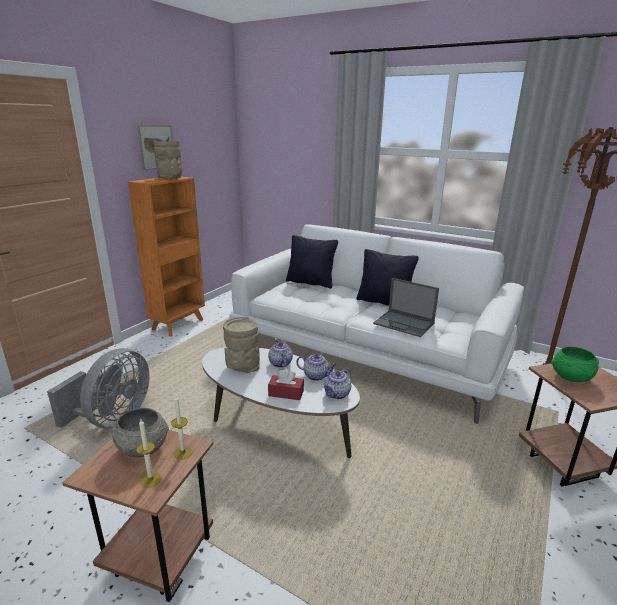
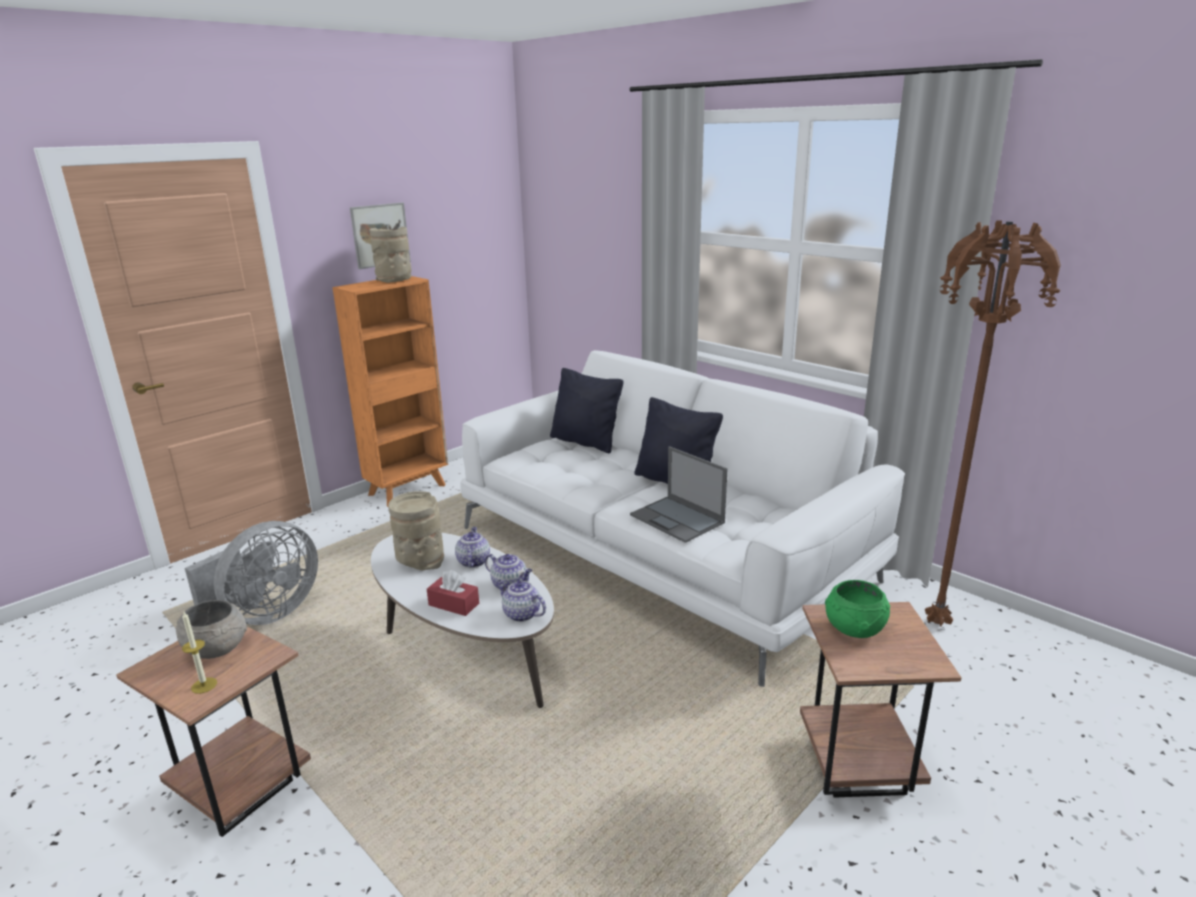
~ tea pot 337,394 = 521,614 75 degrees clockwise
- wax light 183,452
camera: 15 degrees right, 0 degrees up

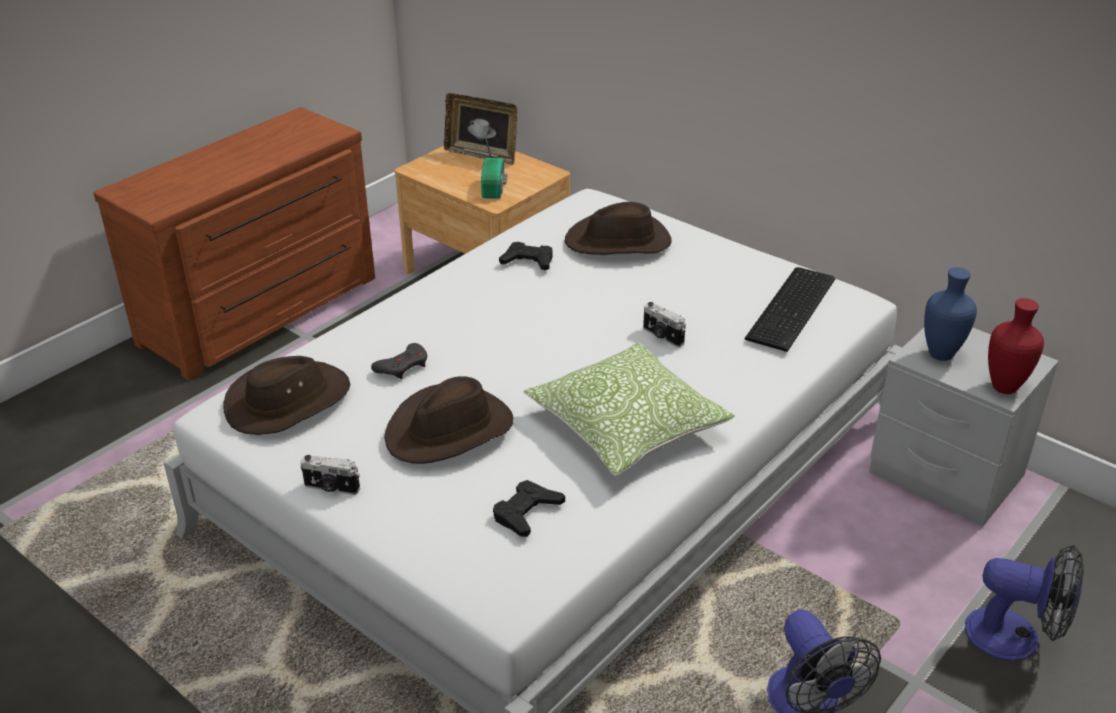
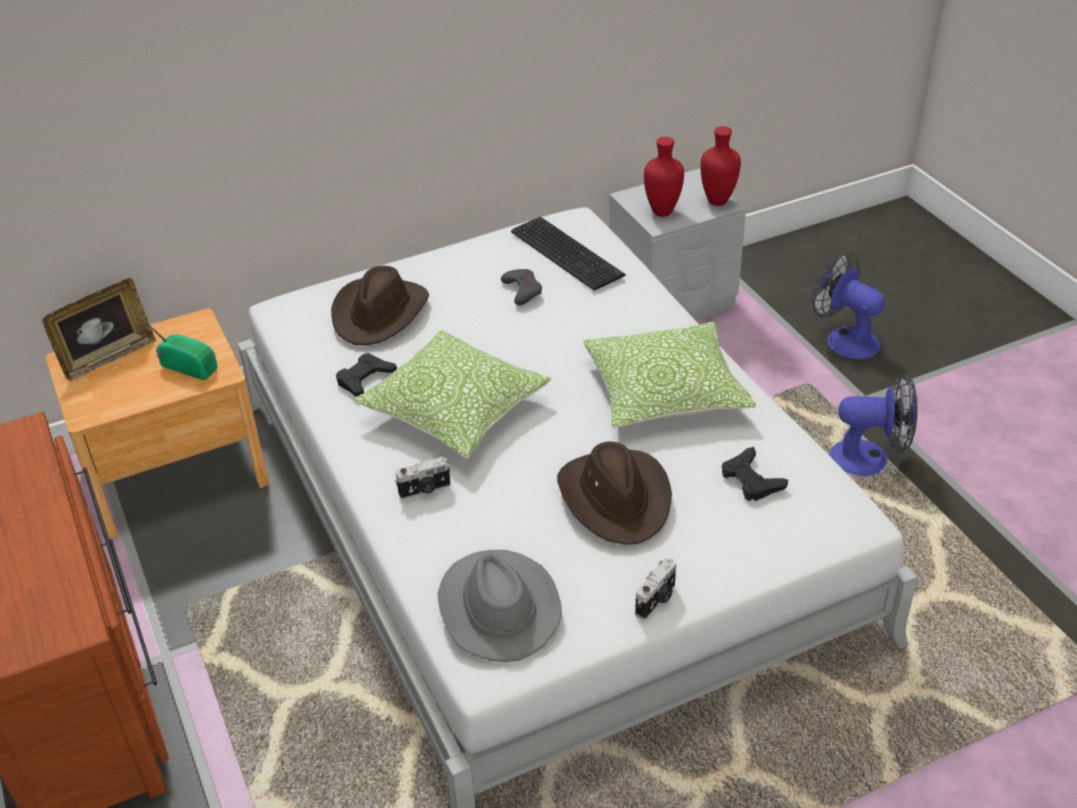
+ throw pillow 455,410
~ still camera 662,336 to 425,490
~ hat (brownish) 288,402 to hat (gray) 497,608
~ joypad (gray) 403,366 to 522,290
~ decorative vase (blue-coloured) 940,356 to decorative vase (red) 663,212
~ cooling fan 1015,638 = 844,339 90 degrees counterclockwise
camera: 65 degrees left, 5 degrees up

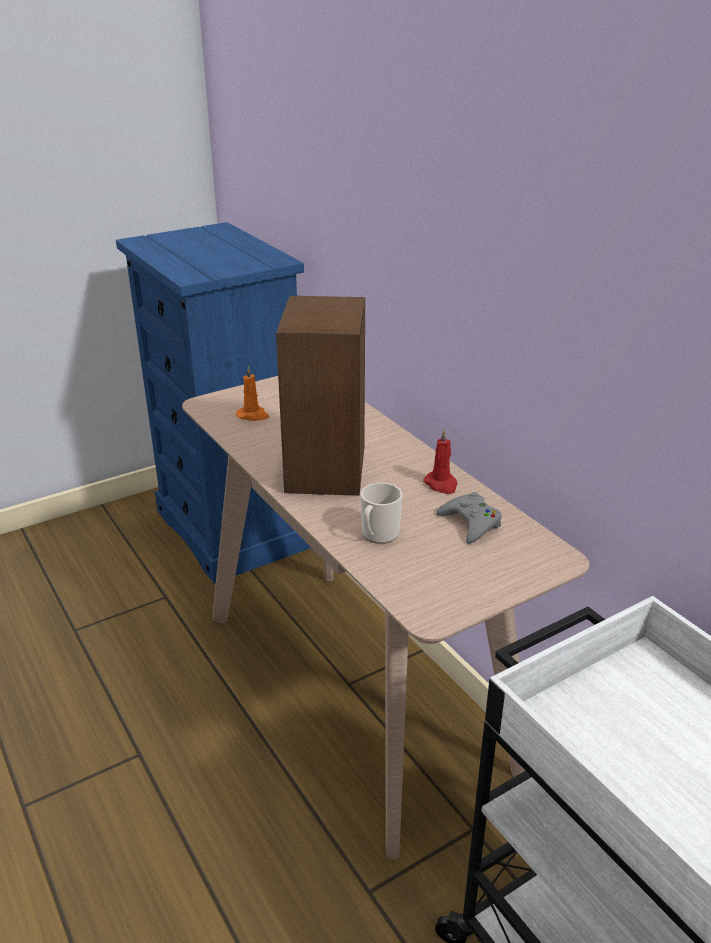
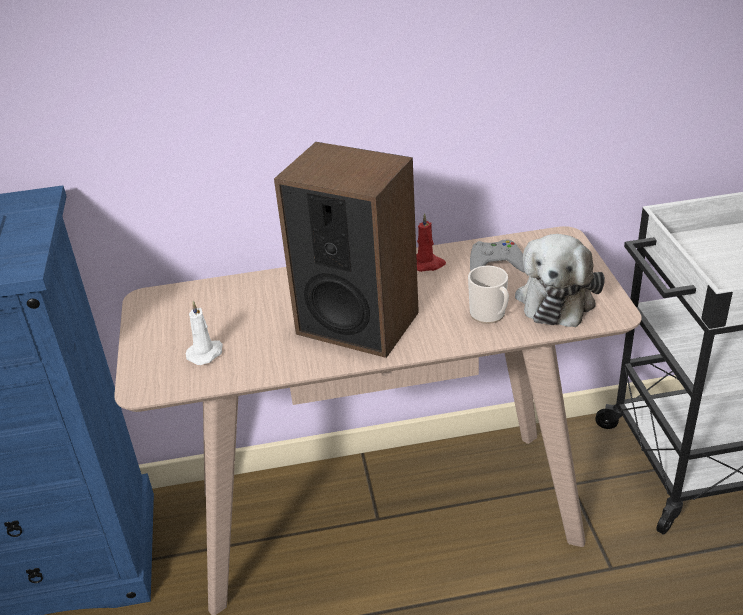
~ wax light (orange) 253,415 to wax light (whitish) 206,353
+ cuddly toy 556,298
camera: 65 degrees left, 5 degrees up

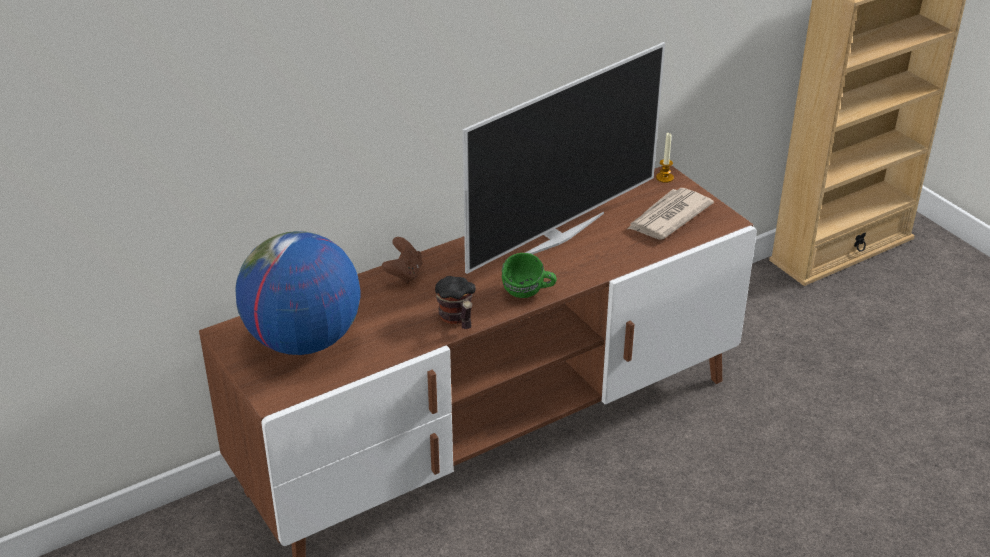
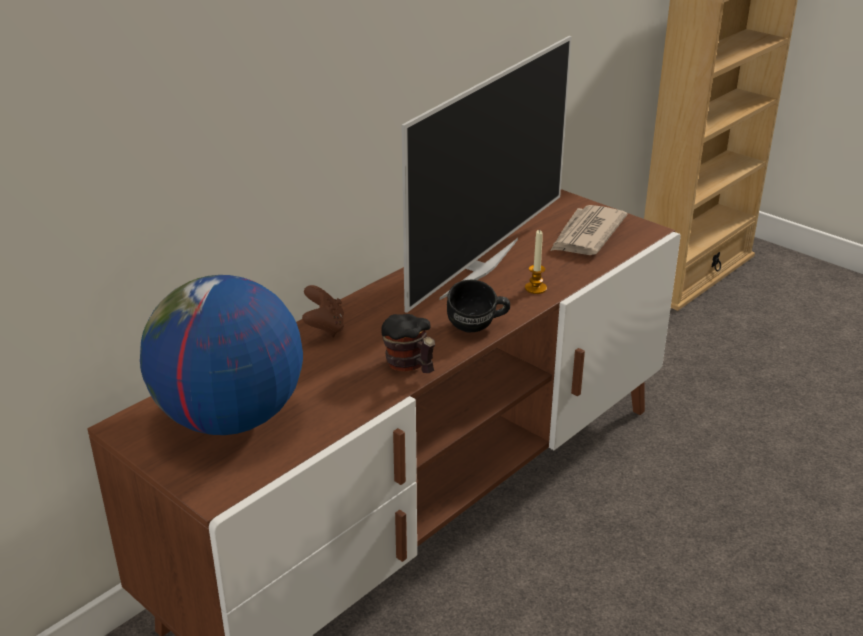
~ tea mug (green) 528,294 to tea mug (blackish) 478,328
~ wax light 664,178 to 535,288
camera: 15 degrees left, 5 degrees down

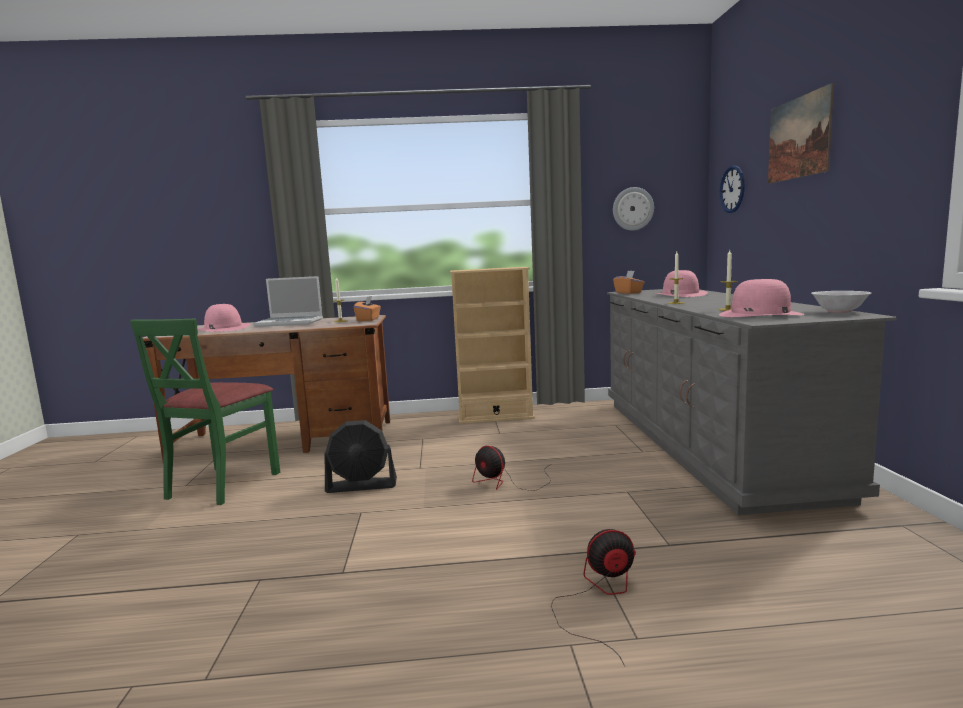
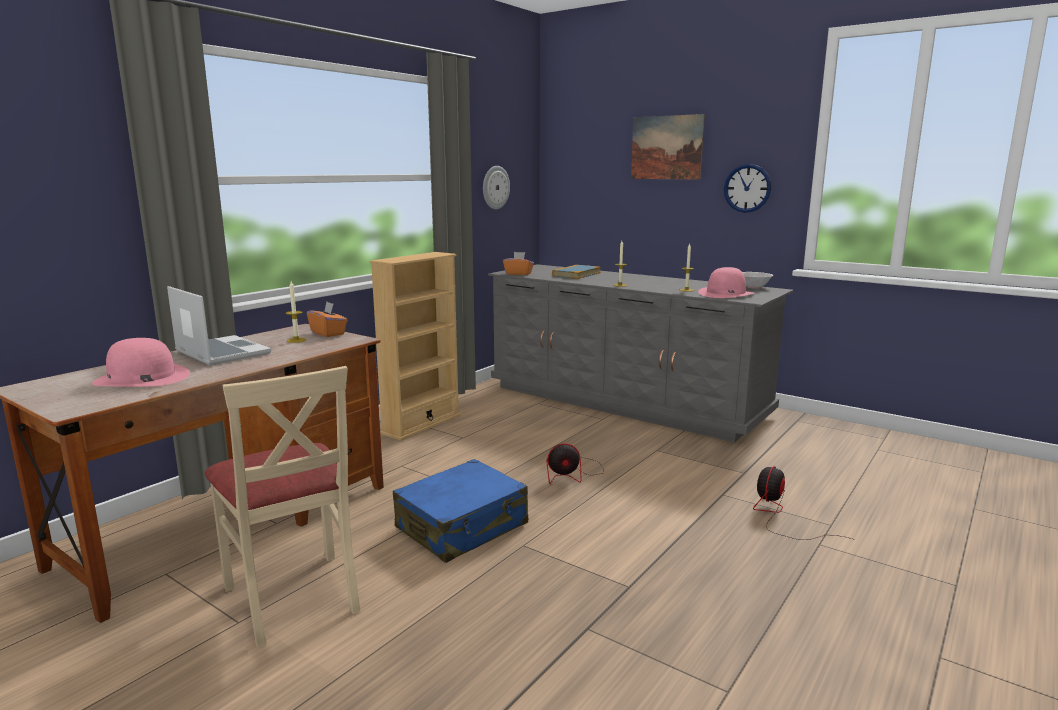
~ portable computer 290,322 = 220,352 90 degrees counterclockwise
~ chair (green) 222,484 to chair (beige-coloured) 293,597
~ cooling fan (blackish) 362,486 to travel case (blue-coloured) 462,526
~ hat (pink) 680,294 to book 576,274
~ hanging clock 732,189 to 747,188
camera: 50 degrees left, 5 degrees up

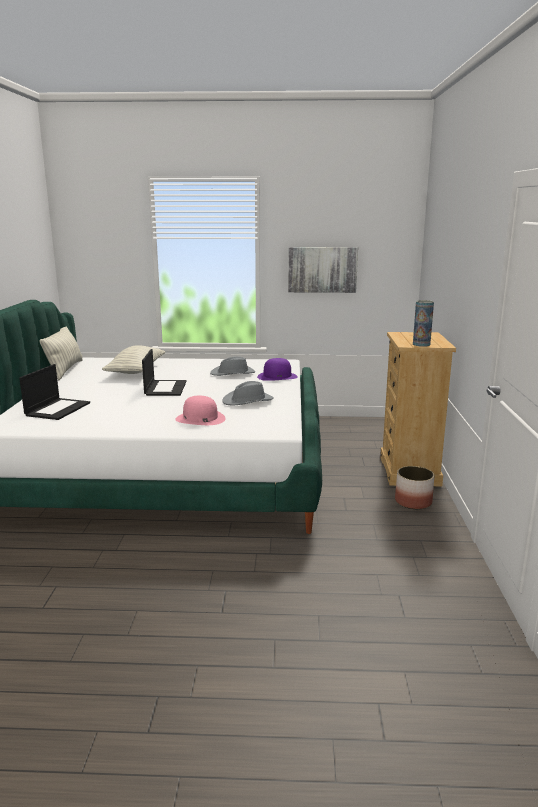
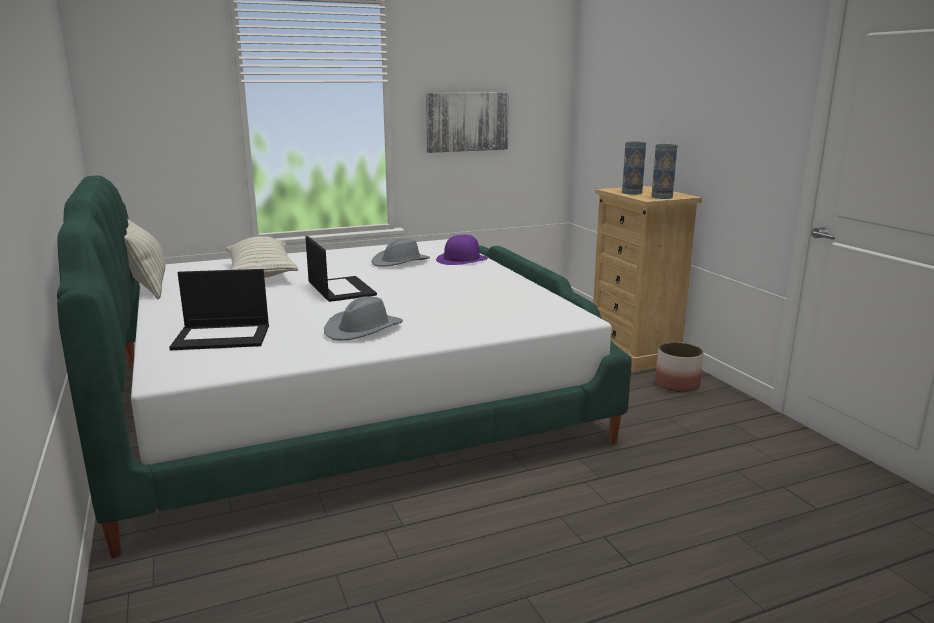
~ portable computer 58,409 = 223,337 90 degrees clockwise
~ hat (gray) 248,401 to 363,329
+ decorative vase 632,193
- hat (pink) 200,418
camera: 25 degrees left, 0 degrees up

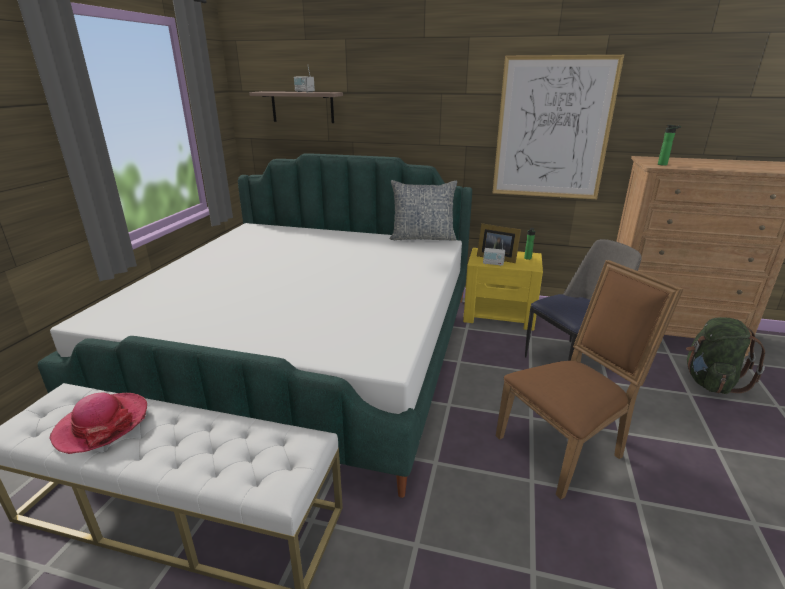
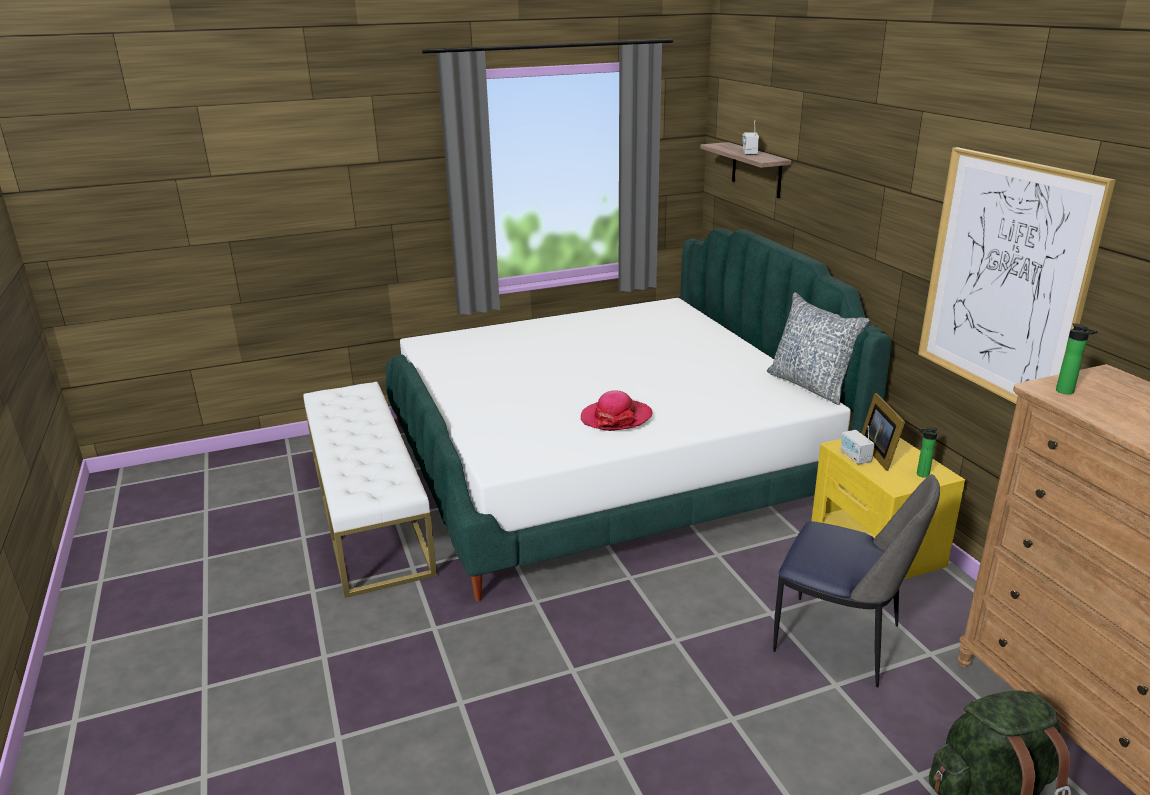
~ hat 102,424 to 616,418
- chair (brownish) 565,447
camera: 55 degrees right, 0 degrees up

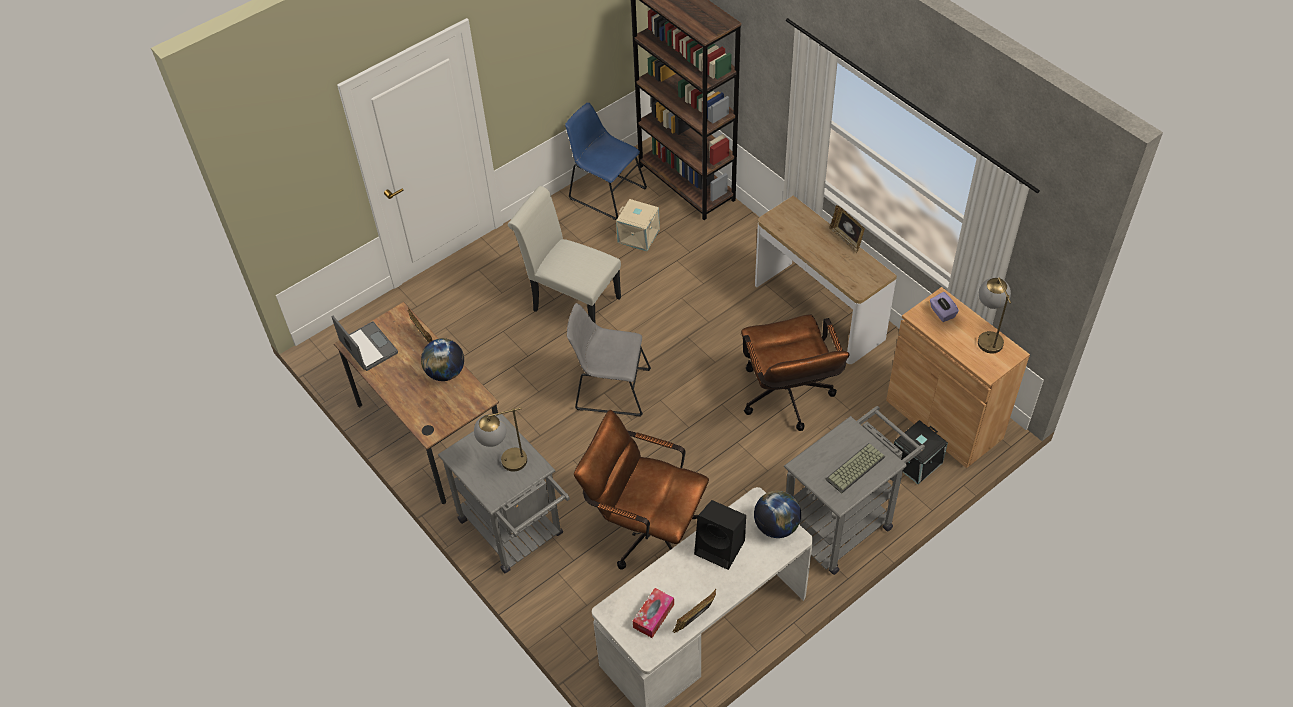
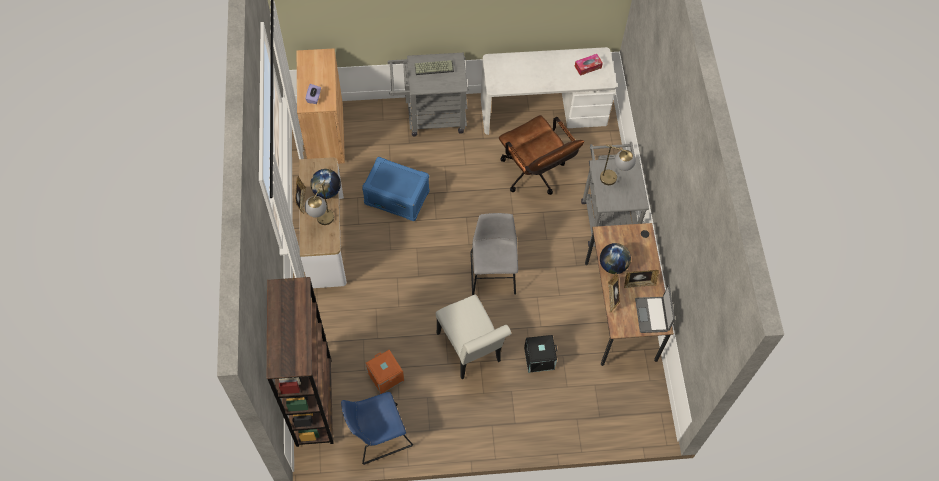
~ lamp for a table 986,336 to 322,223
~ desk globe 776,526 to 327,191
~ chair (blue-coloured) 605,192 = 377,435 90 degrees clockwise
~ desk chair (brownish) 788,400 to storage container (blue-coloured) 397,197
~ storage container (beige-coloured) 639,235 to storage container (orange) 384,377
~ chair (gray) 609,388 = 493,271 135 degrees counterclockwise
~ storage container (blackish) 916,463 to 539,358
~ standing frame 695,620 to 639,283
- loudspeaker (blackish) 721,547
camera: 150 degrees left, 10 degrees up

